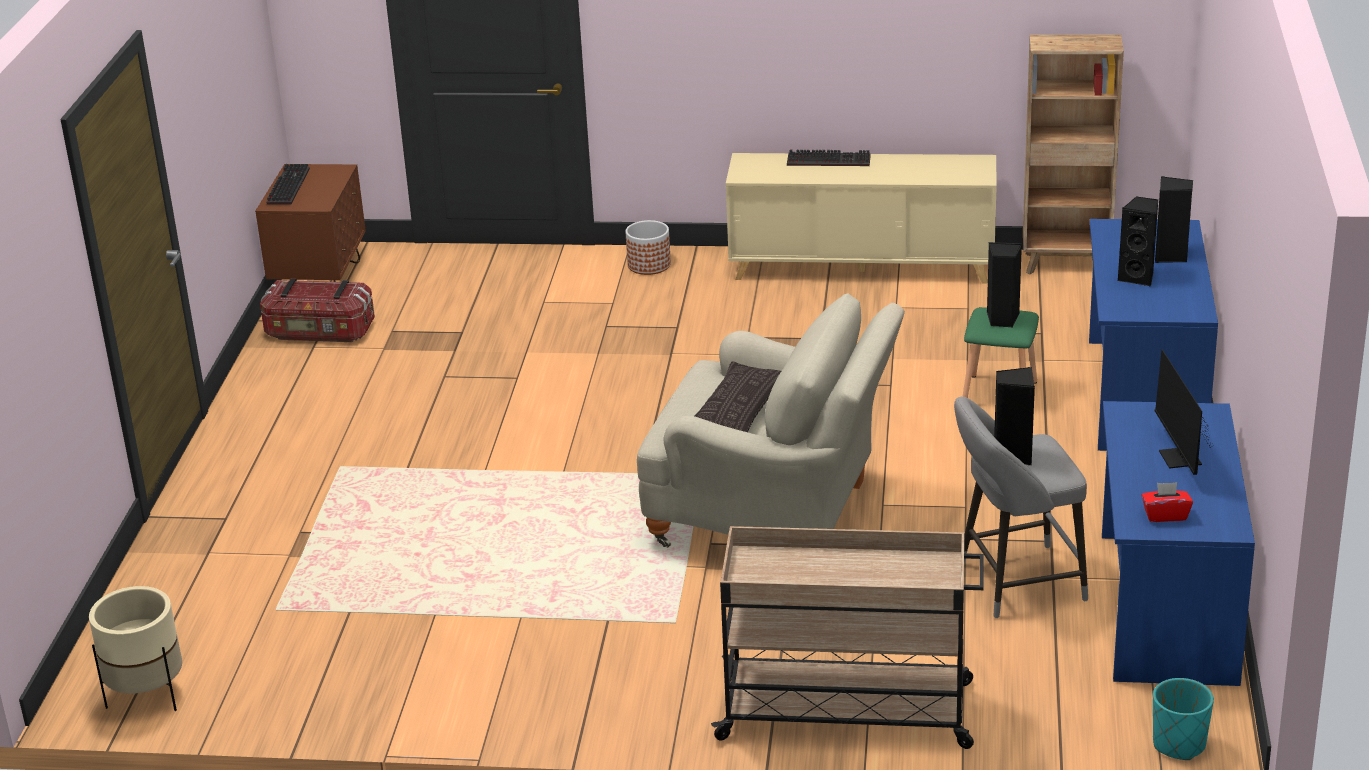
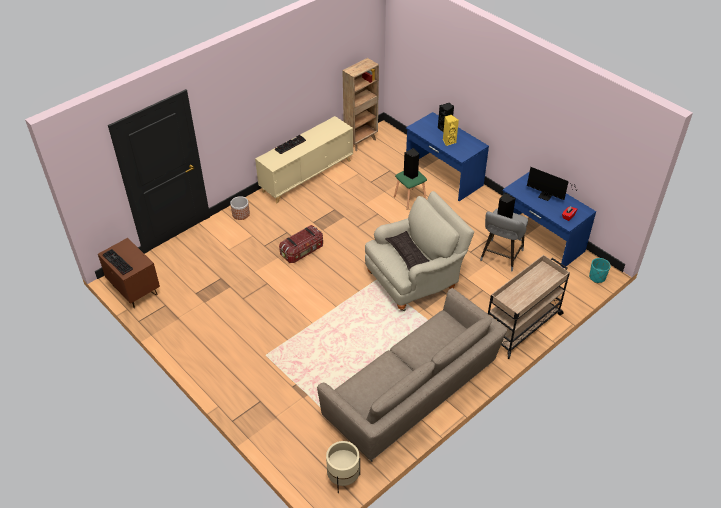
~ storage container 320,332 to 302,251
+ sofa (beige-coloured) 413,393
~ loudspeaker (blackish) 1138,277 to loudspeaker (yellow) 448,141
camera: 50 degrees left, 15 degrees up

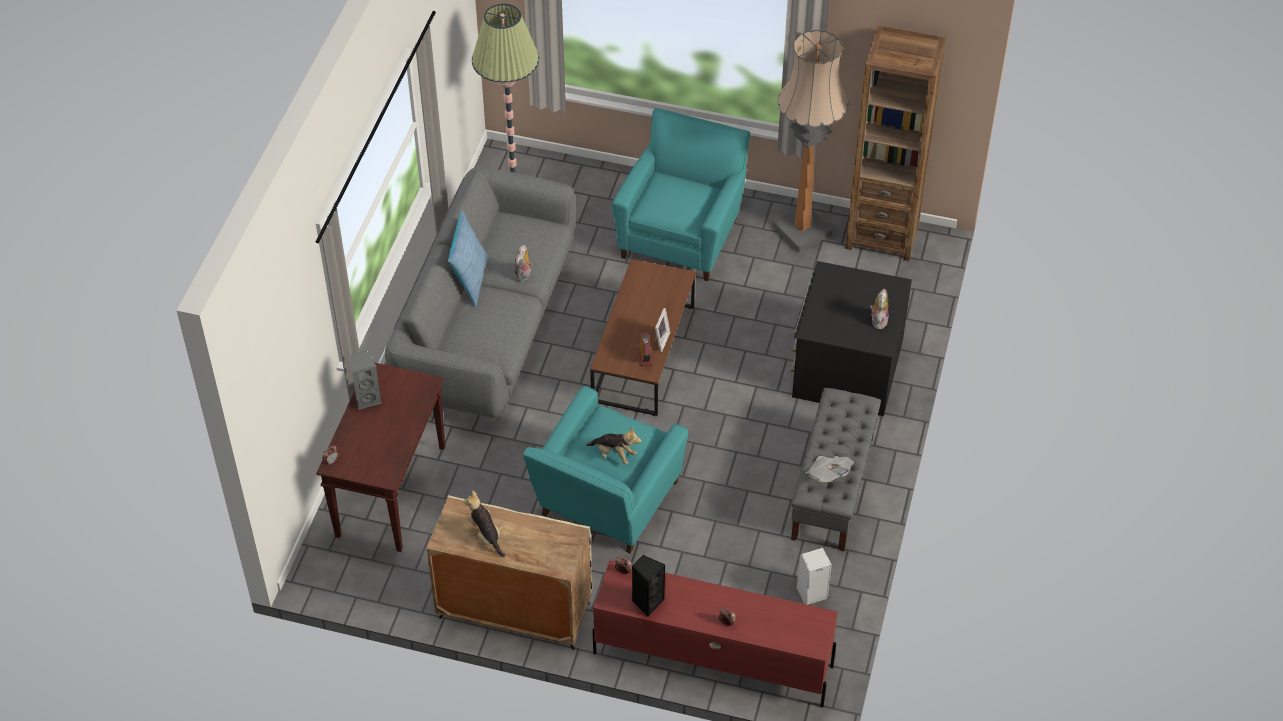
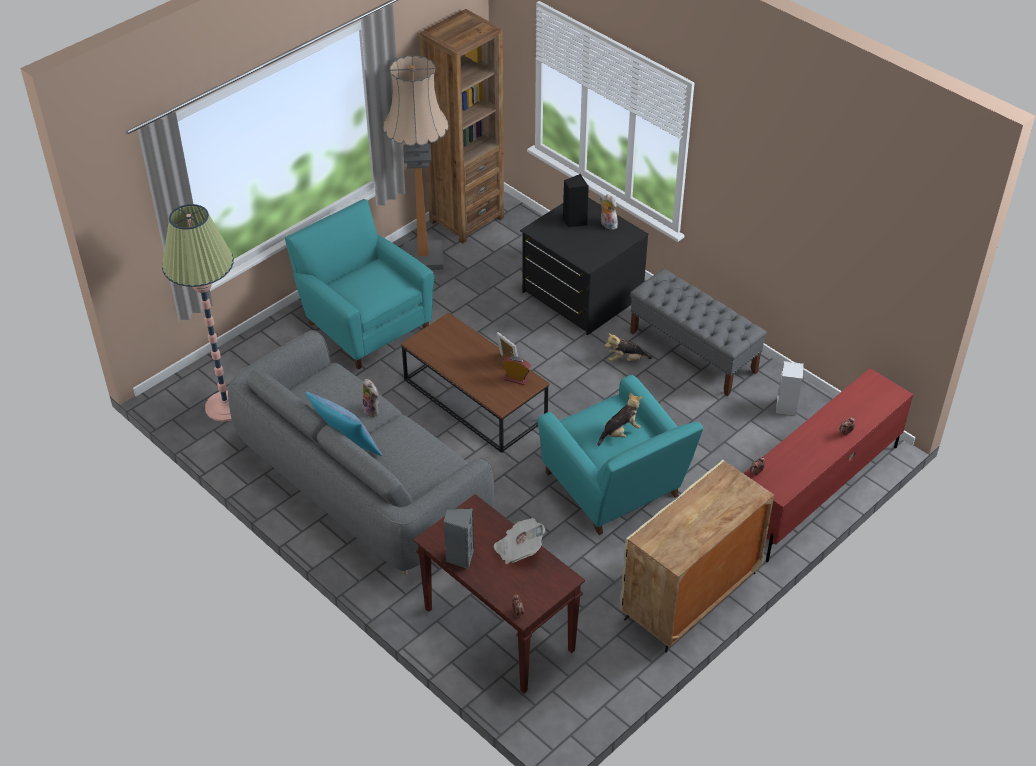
~ daily paper 828,475 to 519,549
~ loudspeaker (blackish) 647,602 to 574,221
~ cuddly toy 486,535 to 626,360
camera: 60 degrees left, 5 degrees down

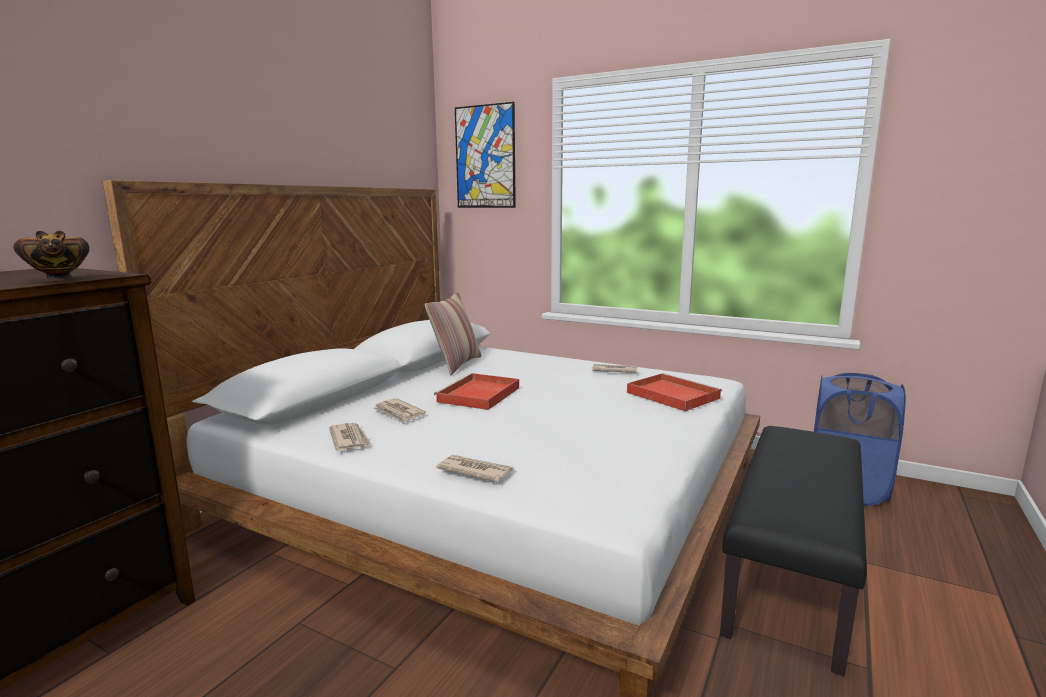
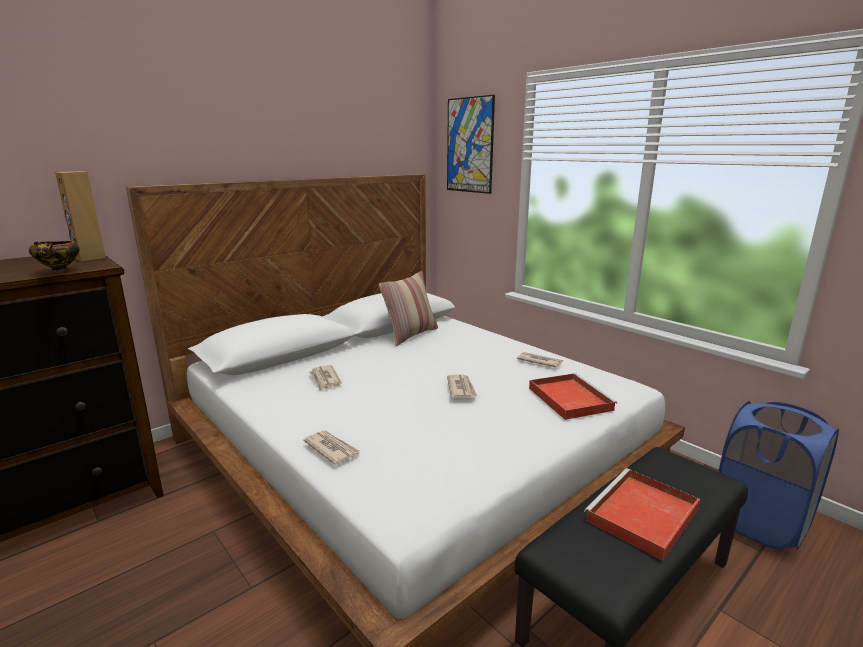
+ loudspeaker (brownish) 89,258
~ daily paper 350,439 to 461,388
~ carrying tray (red) 478,395 to 642,516
camera: 20 degrees right, 5 degrees up

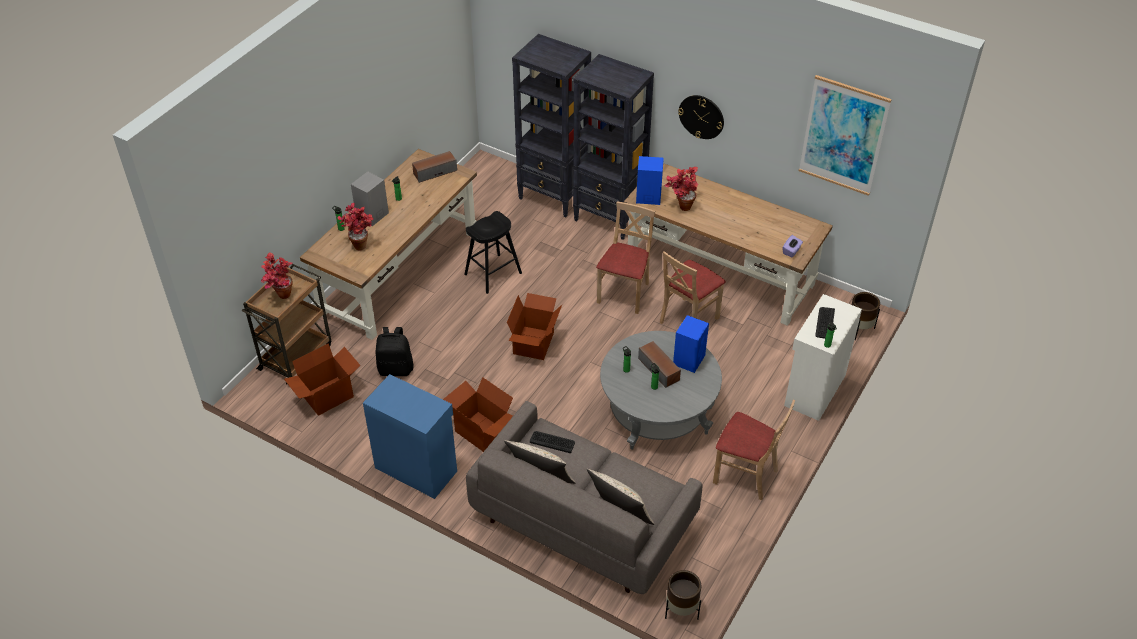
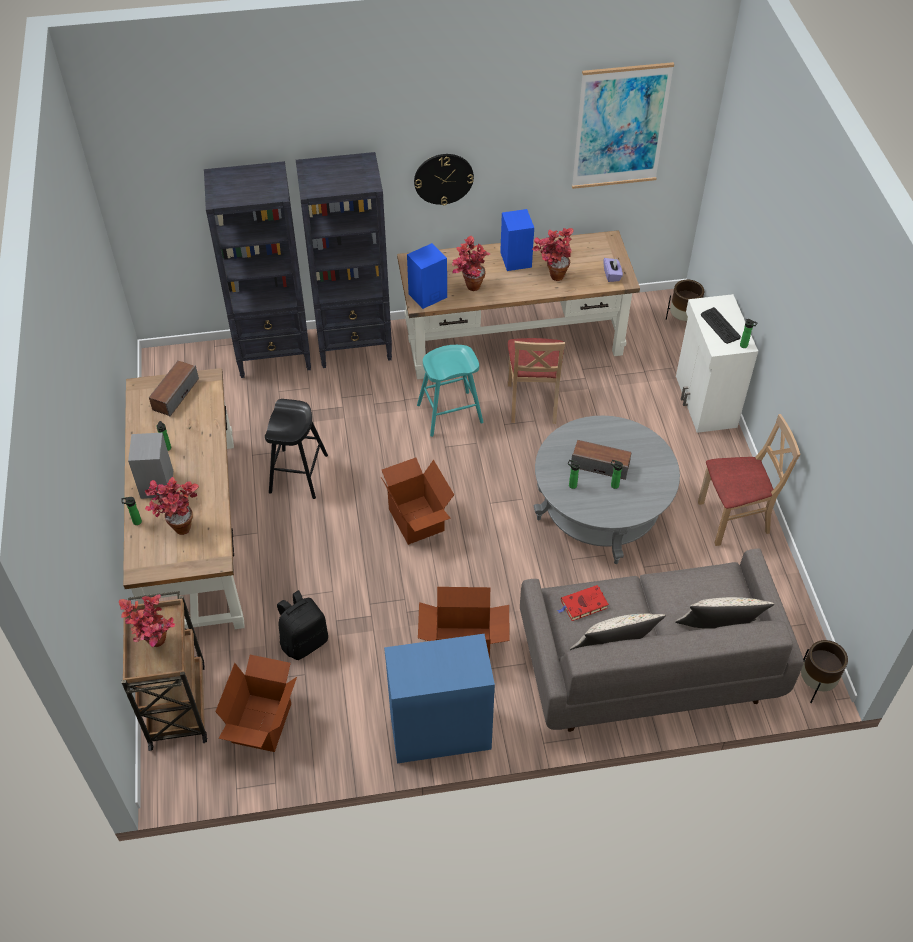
~ chair (beige-coloured) 624,293 to sitting stool (blue-green) 449,414
~ loudspeaker (blue-coloured) 689,359 to 515,259
+ houseplant 551,275
~ computer keyboard 552,442 to book (red) 583,605
camera: 40 degrees left, 5 degrees up

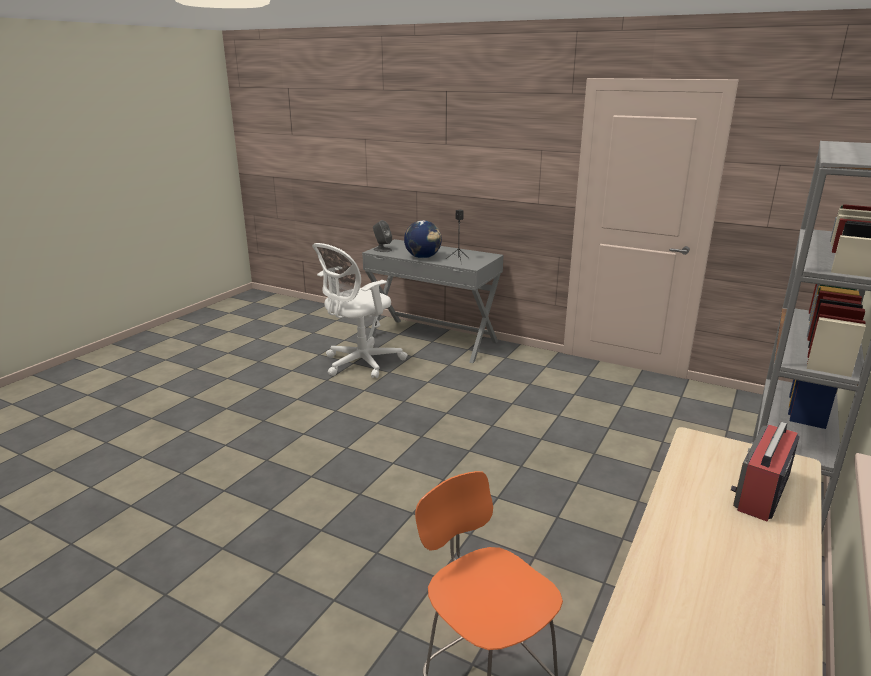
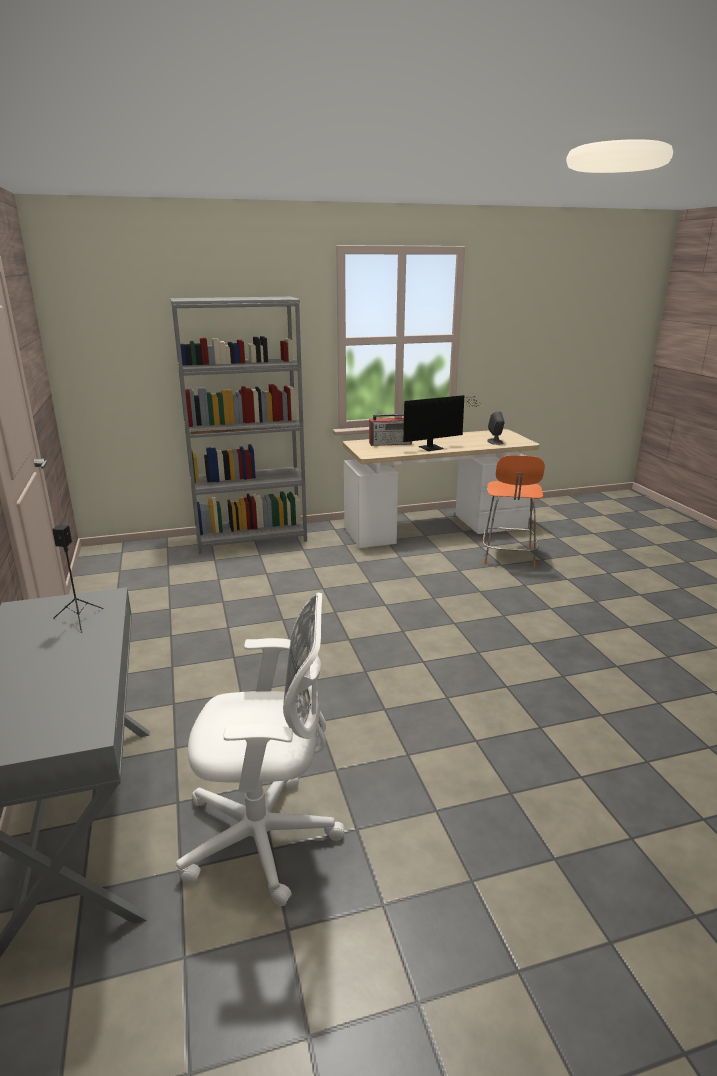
+ monitor 434,447
~ loudspeaker (gray) 382,249 to 495,442
- desk globe 423,257
camera: 135 degrees left, 0 degrees up

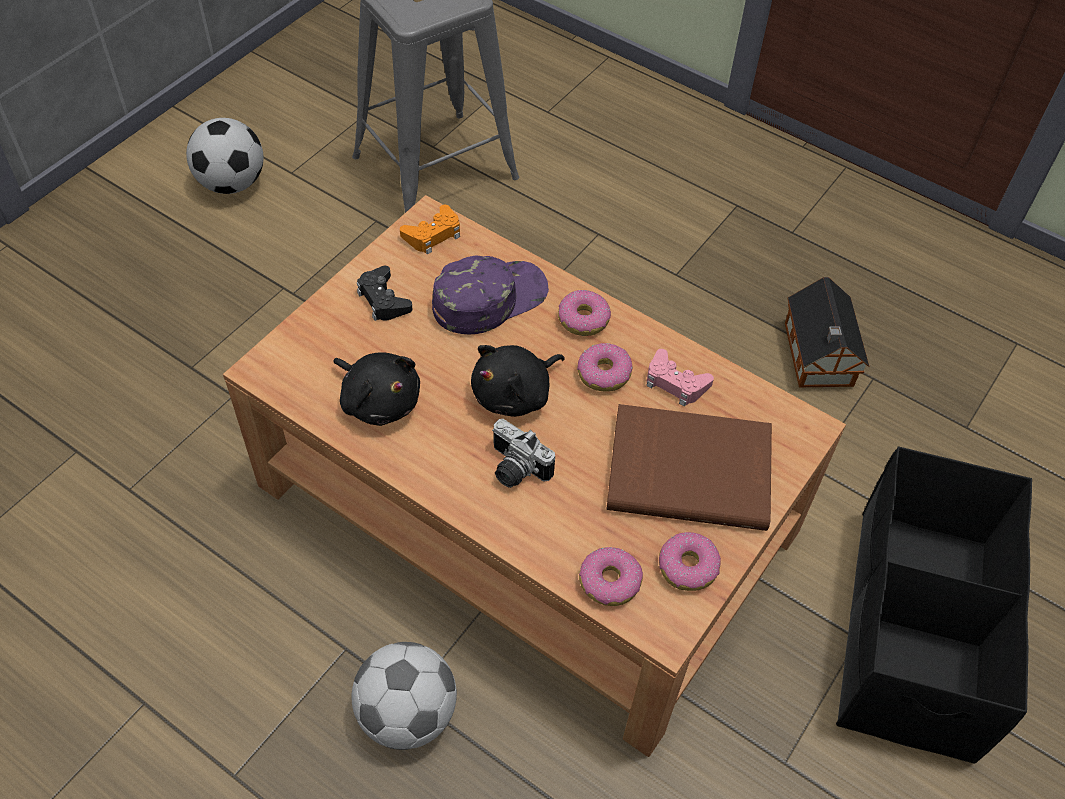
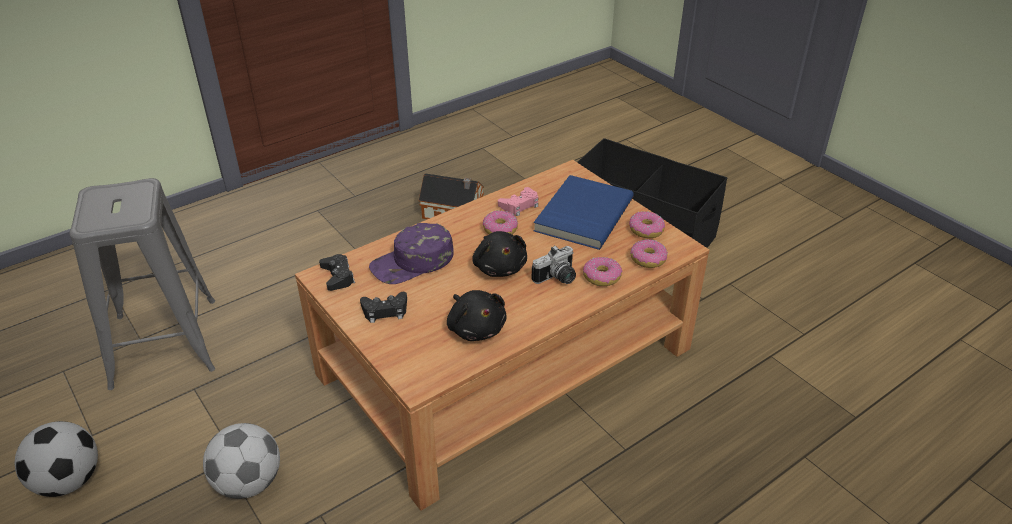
~ ball for football 407,714 to 249,482
~ joypad (orange) 433,235 to joypad (blackish) 338,276
~ peaked cap (purple) 489,298 = 412,262 105 degrees counterclockwise
~ cuddly toy (blackish) 379,400 = 476,328 90 degrees clockwise
~ book (brownish) 689,468 to book (blue-coloured) 582,214
~ doughnut 583,319 to 602,277
camera: 70 degrees left, 15 degrees down

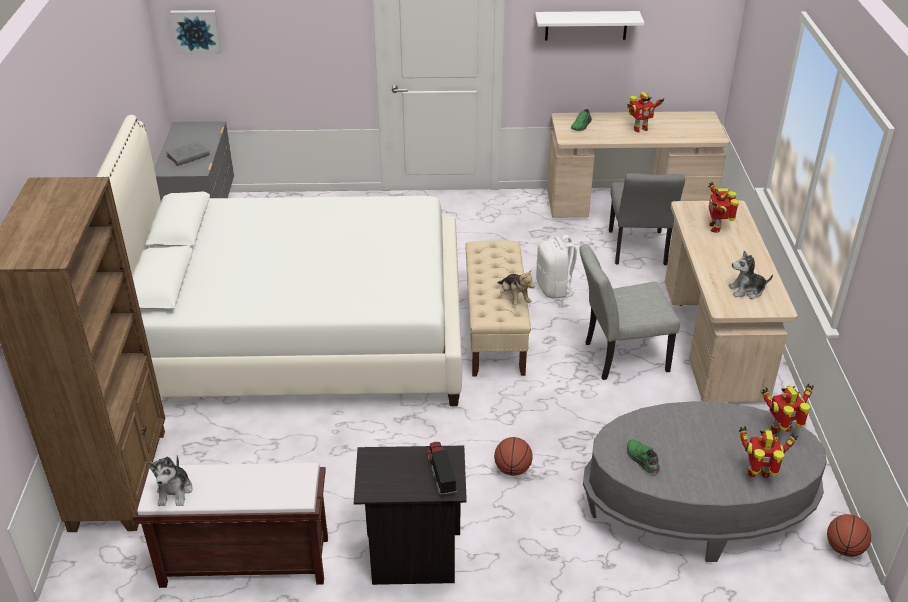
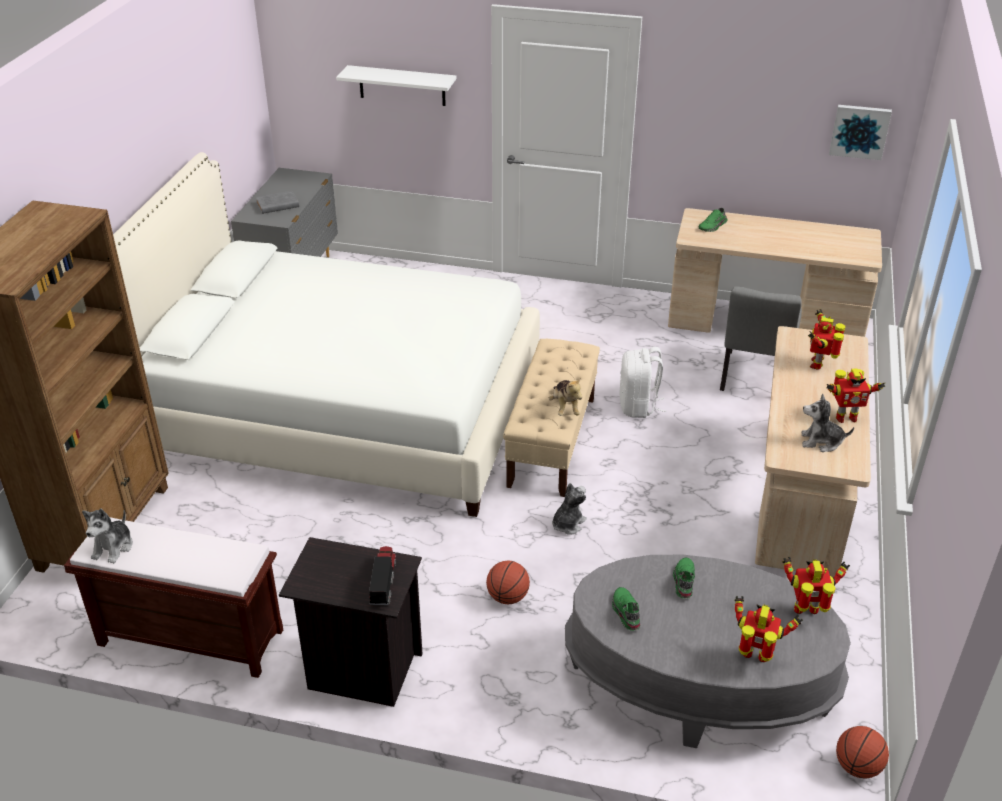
~ wall shelf (whitish) 586,25 to 402,85
+ cuddly toy 567,524
+ shoe (green) 683,581
~ robot figure 639,129 to 845,417
~ wall art 196,31 to 859,131
- chair (gray) 619,357
camera: 15 degrees right, 0 degrees up

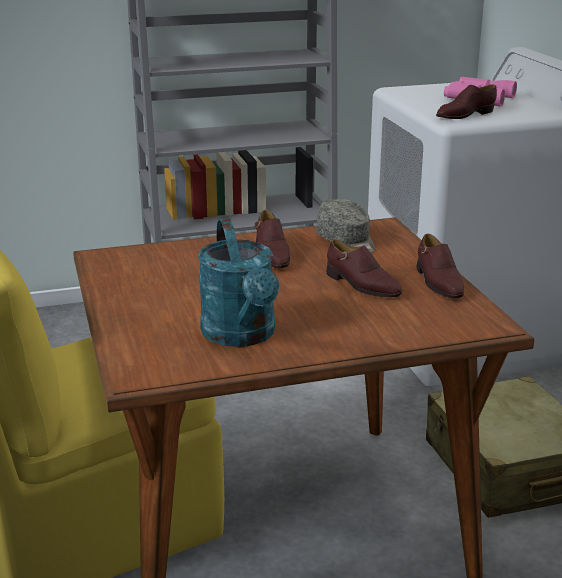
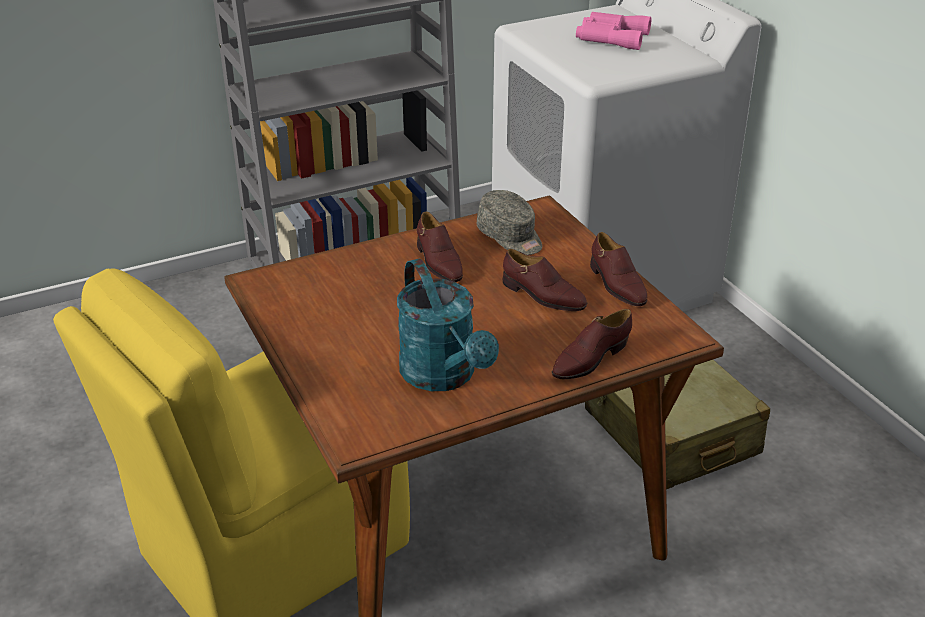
~ shoe (brownish) 464,115 to 589,359
camera: 10 degrees left, 10 degrees up

